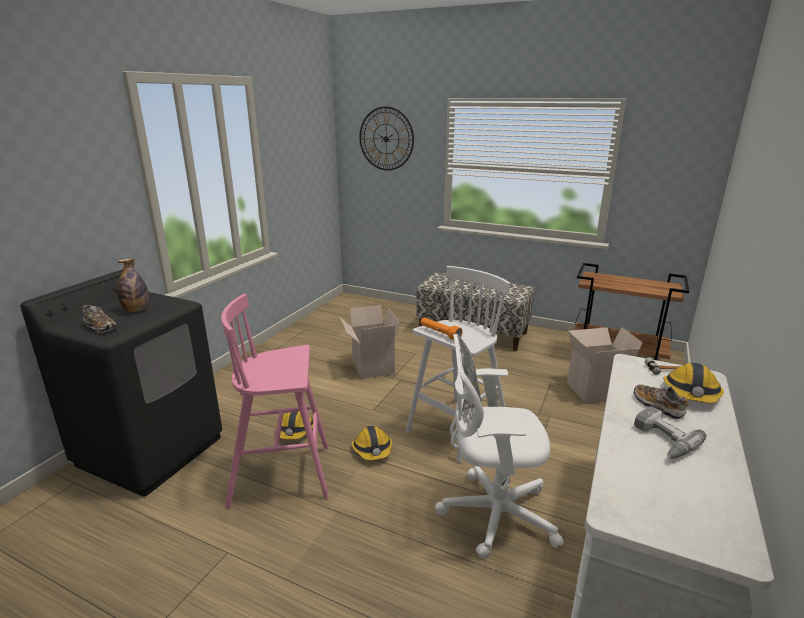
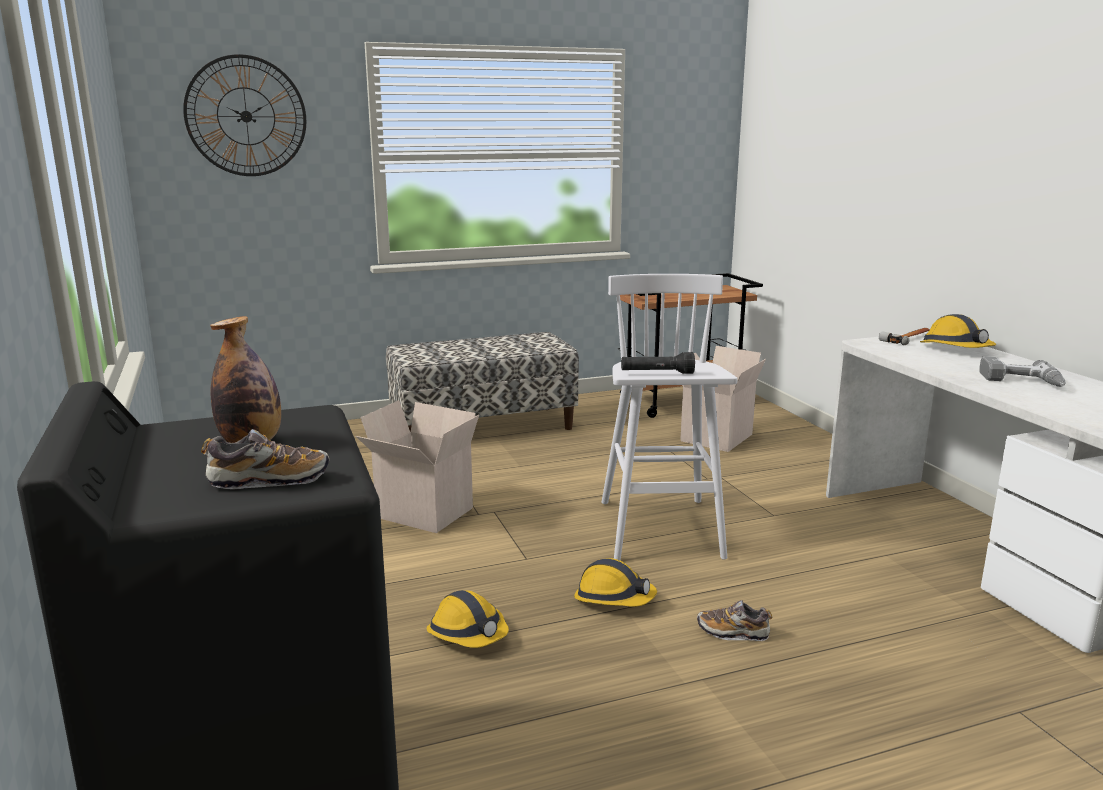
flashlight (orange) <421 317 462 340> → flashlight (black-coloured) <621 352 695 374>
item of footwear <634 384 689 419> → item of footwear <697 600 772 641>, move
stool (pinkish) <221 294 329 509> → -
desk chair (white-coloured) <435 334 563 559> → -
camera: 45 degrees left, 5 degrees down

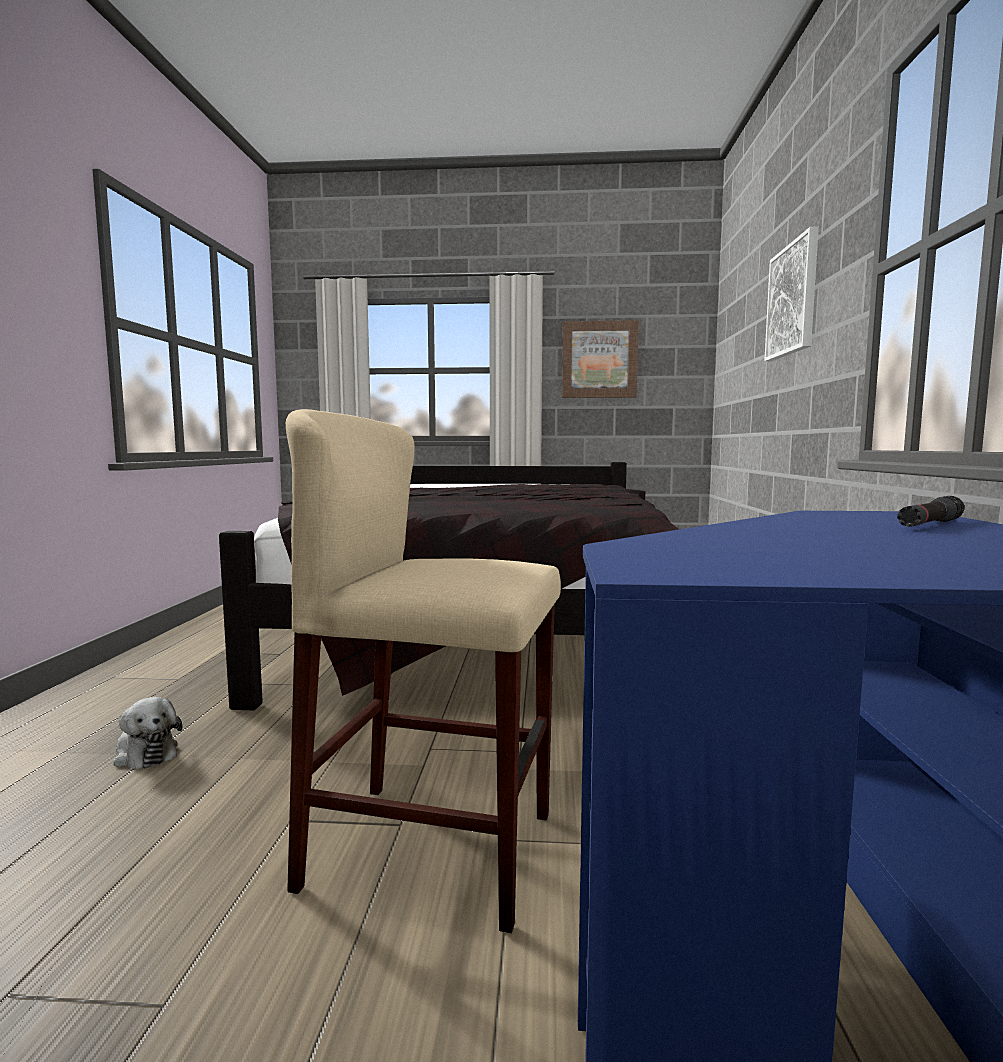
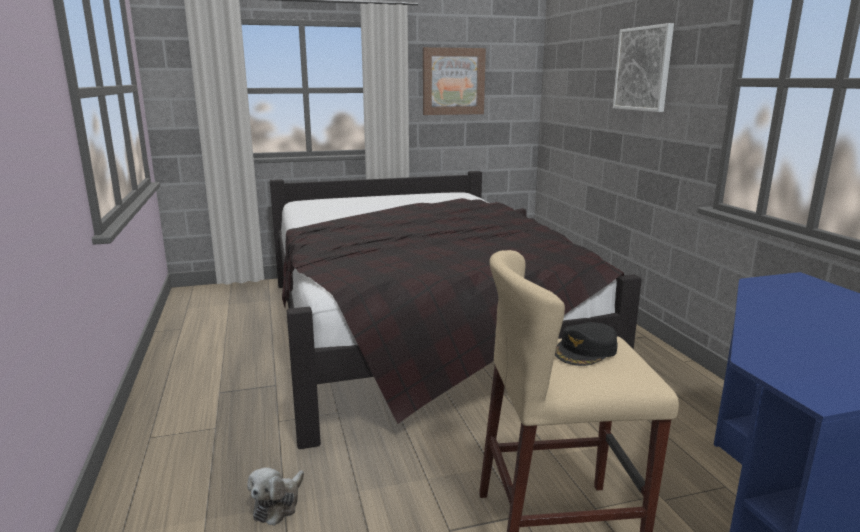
soft toy <114 697 183 769> → soft toy <247 467 304 526>, 90 degrees clockwise
- → peaked cap (black-coloured) <555 322 618 366>
flashlight (black-coloured) <897 496 965 527> → -
camera: 20 degrees left, 10 degrees up

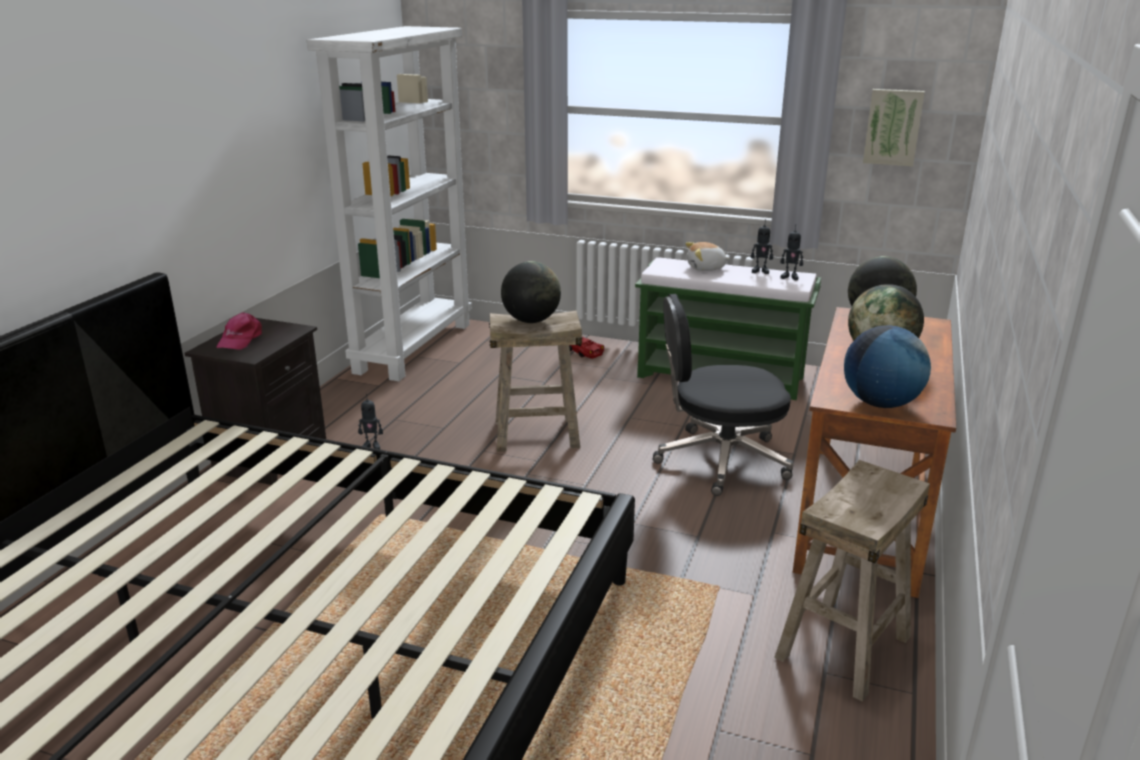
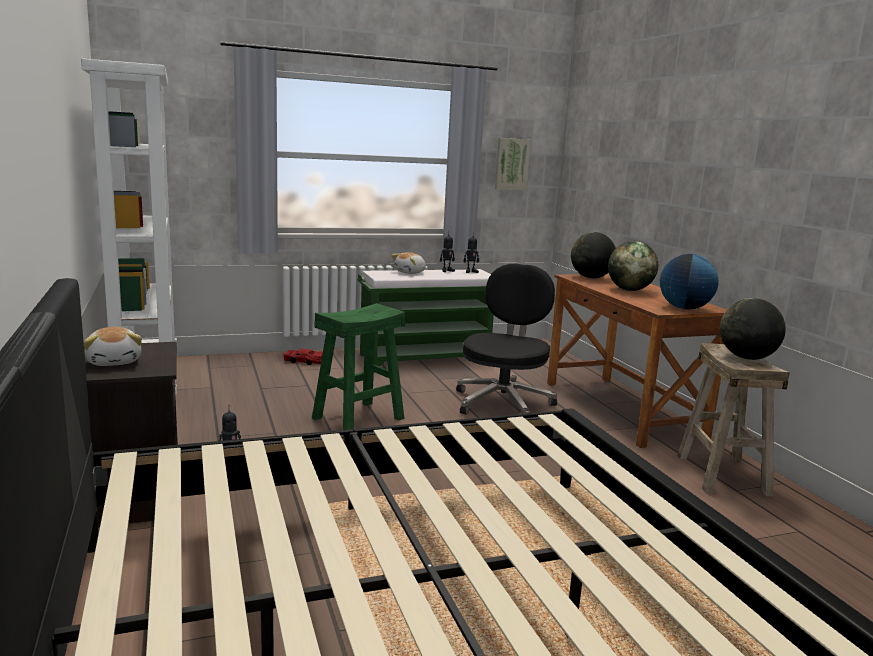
peaked cap (pinkish) <216 312 262 350> → soft toy <84 327 142 366>
stool (beige) <489 310 582 452> → stool (greenish) <312 303 405 430>
desk chair (black-coloured) <653 294 794 496> → desk chair (black-coloured) <456 264 557 415>, 150 degrees clockwise
desk globe <501 261 561 323> → desk globe <720 298 786 360>, move
camera: 40 degrees left, 10 degrees down

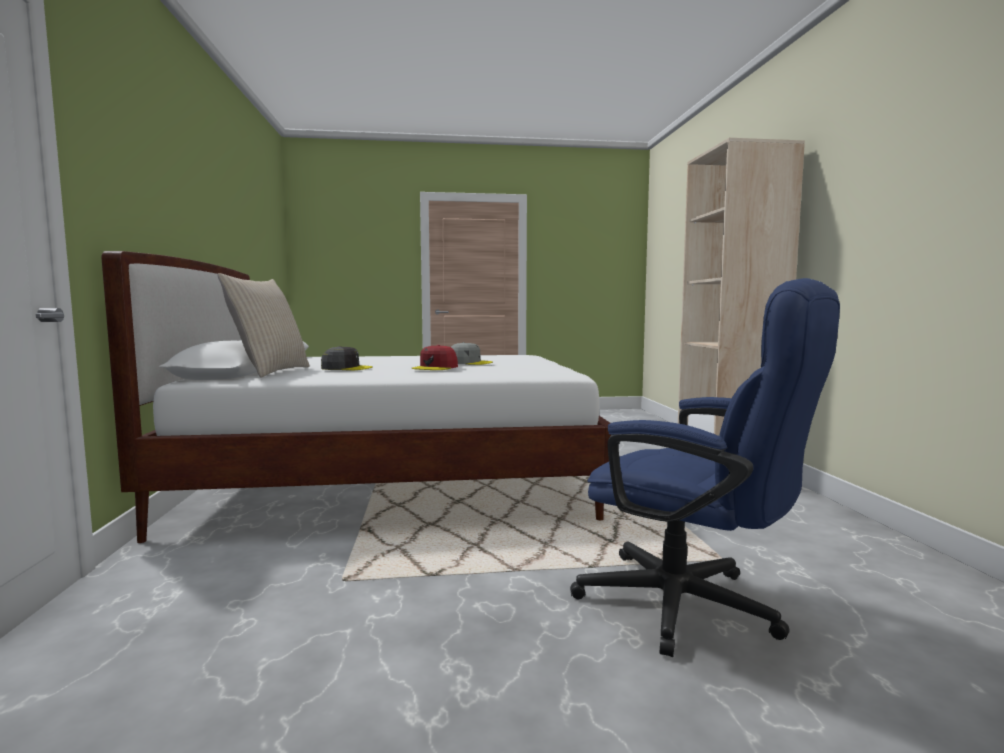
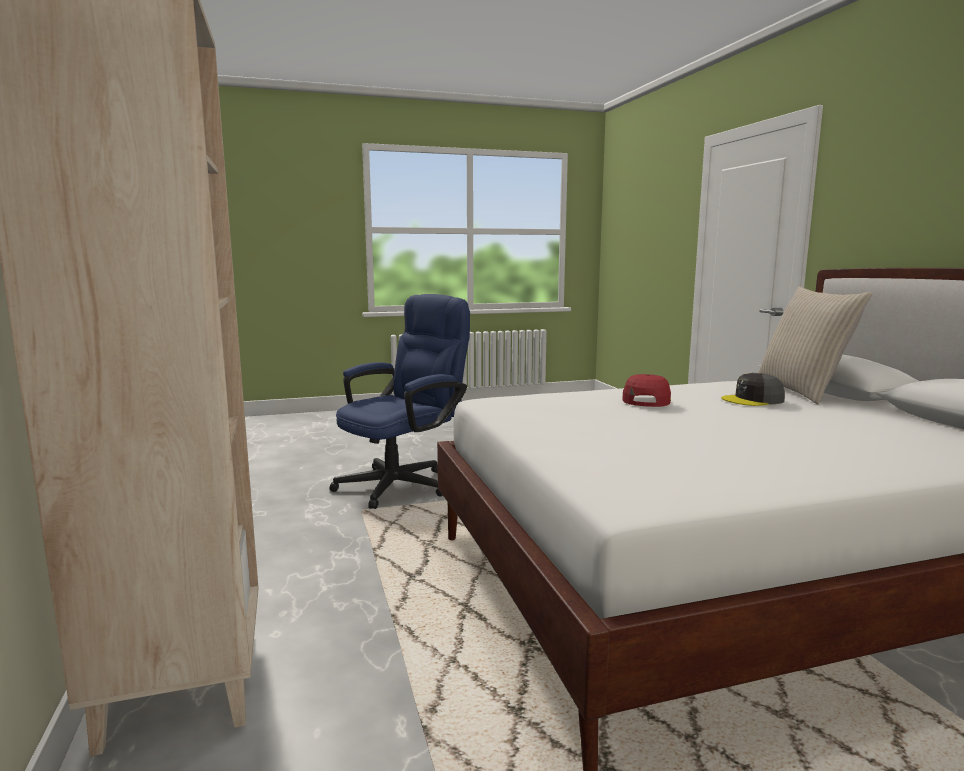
desk chair (bluish) <570 278 840 657> → desk chair (bluish) <329 294 470 509>, 105 degrees clockwise
peaked cap (grey) <451 342 493 365> → -
camera: 170 degrees right, 5 degrees up

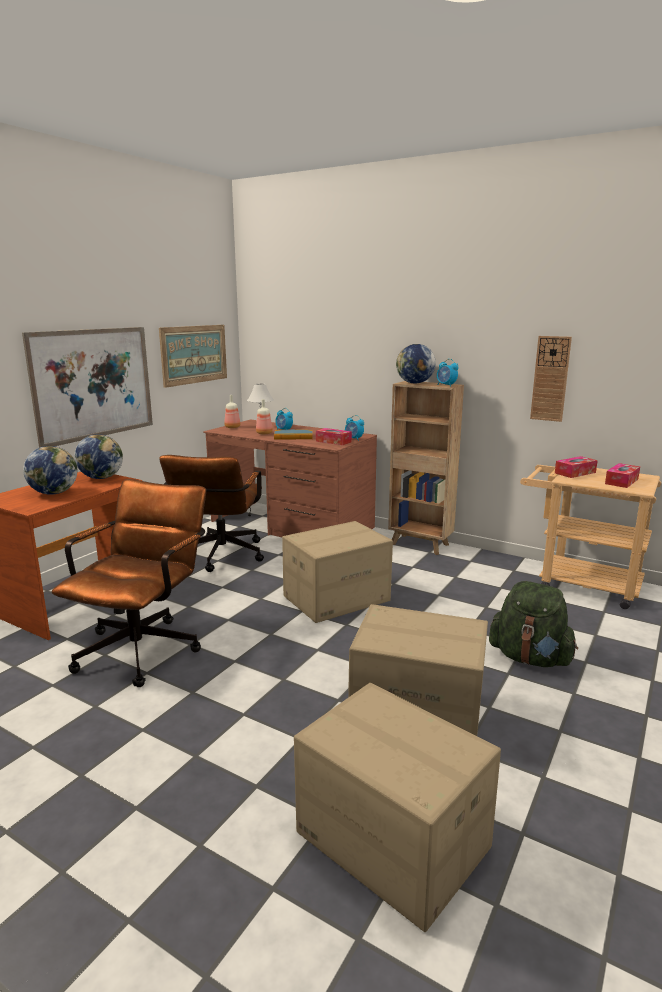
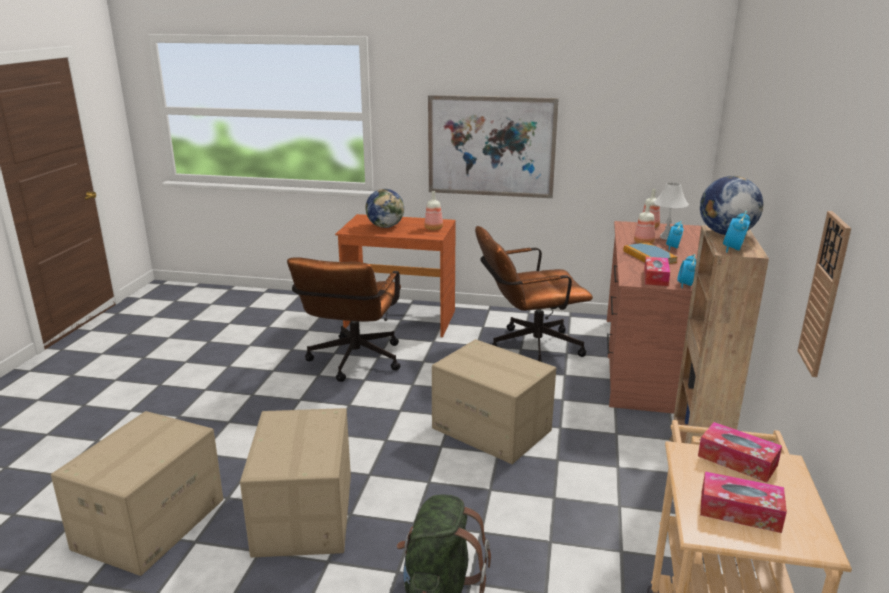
desk chair (brownish) <52 479 206 687> → desk chair (brownish) <287 257 401 382>, 105 degrees clockwise
desk globe <74 434 123 479> → beverage bottle <425 191 443 230>
wall art <159 325 227 388> → -
camera: 70 degrees right, 5 degrees up

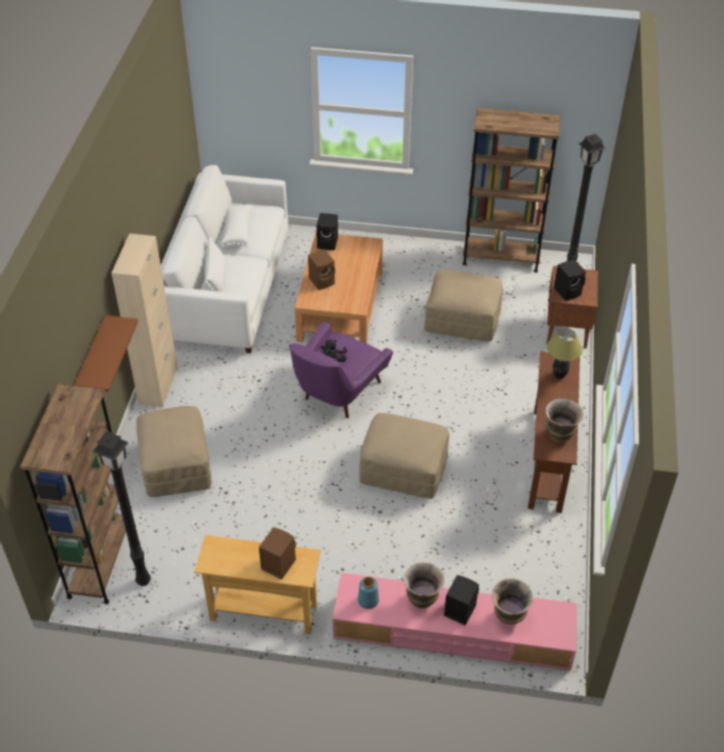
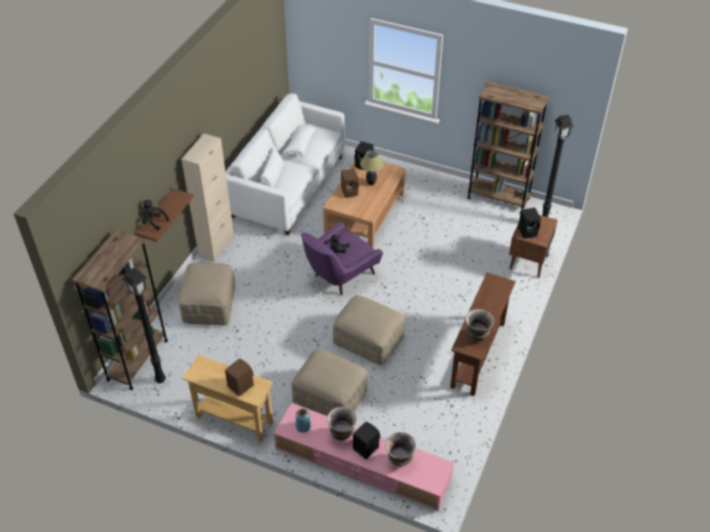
- → soft toy (black-coloured) <142 200 169 230>
ottoman (beige) <424 269 503 341> → ottoman (beige) <291 348 367 416>, move
table lamp <547 328 583 379> → table lamp <360 150 383 185>, move
camera: 15 degrees right, 0 degrees up

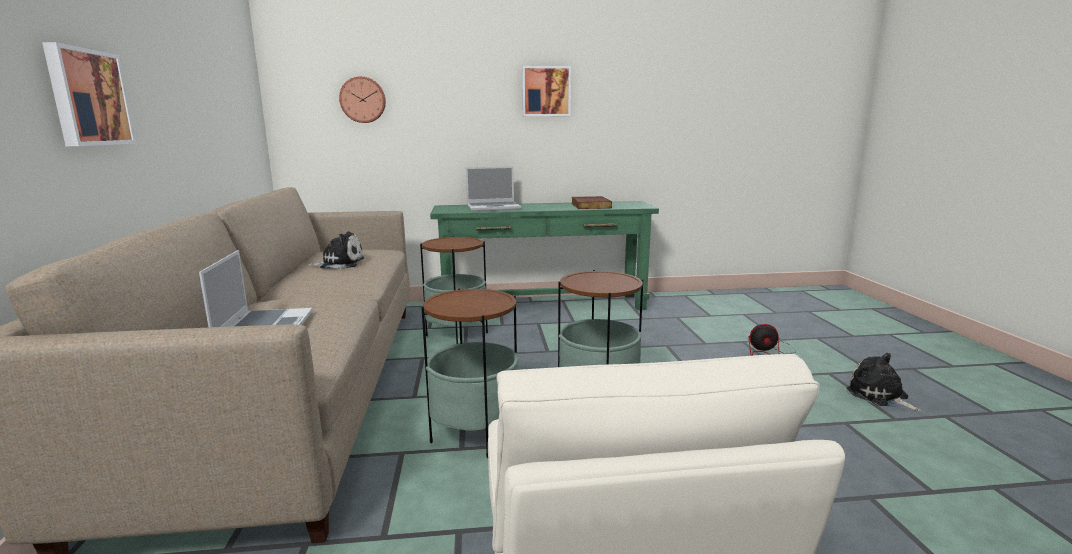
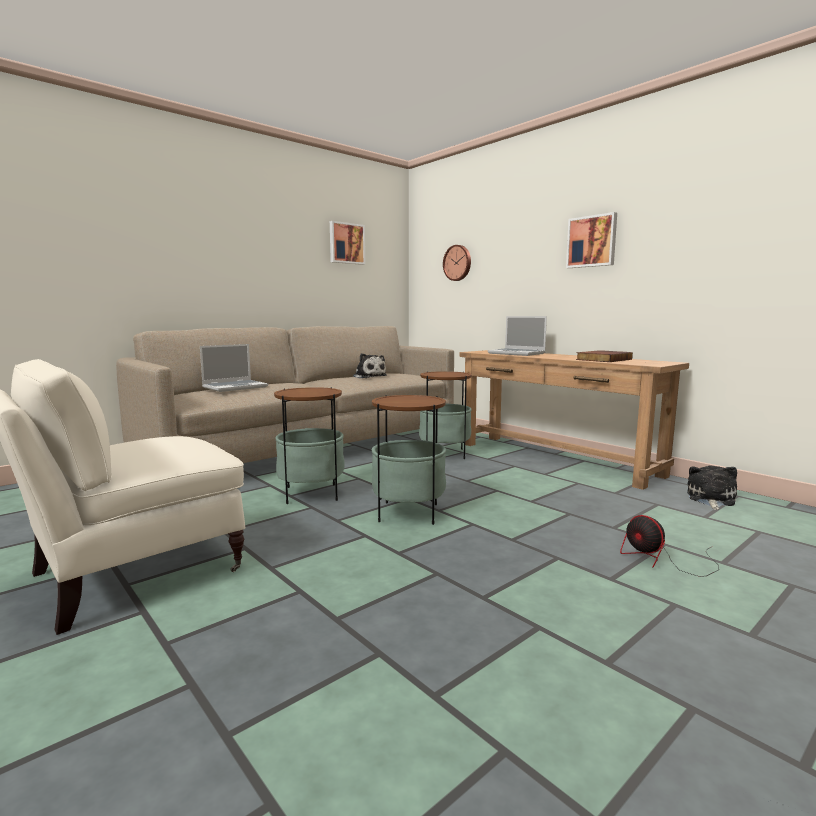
wall art <42 42 136 146> → wall art <330 221 365 265>, move
narrow table (greenish) <430 201 659 310> → narrow table (brownish) <460 350 689 490>
soft toy <847 353 921 411> → soft toy <687 465 737 510>, move
camera: 55 degrees right, 5 degrees down

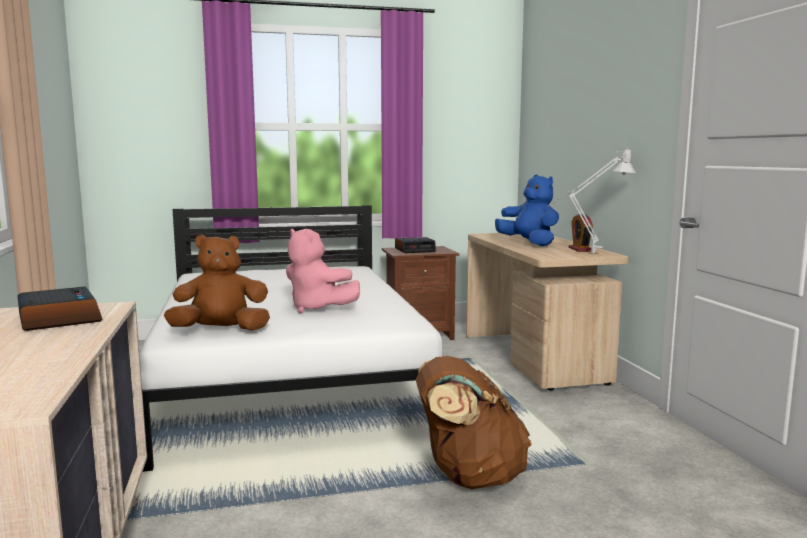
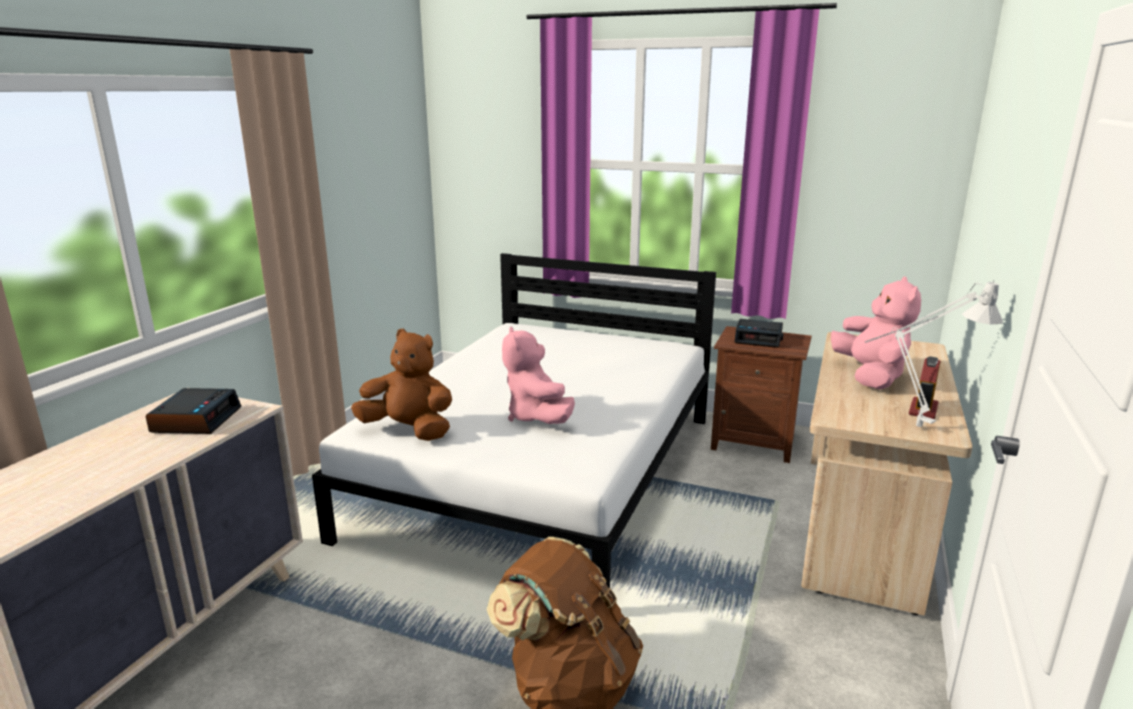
soft toy (bluish) <495 175 559 246> → soft toy (pinkish) <831 277 921 390>
camera: 35 degrees right, 10 degrees up

